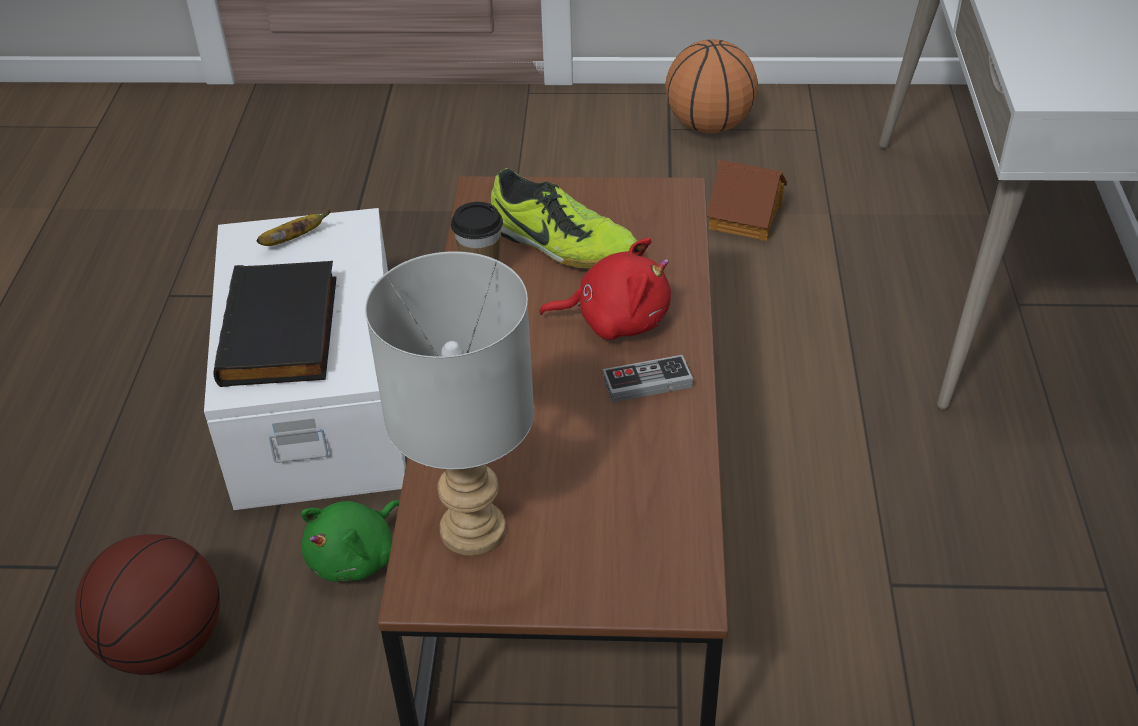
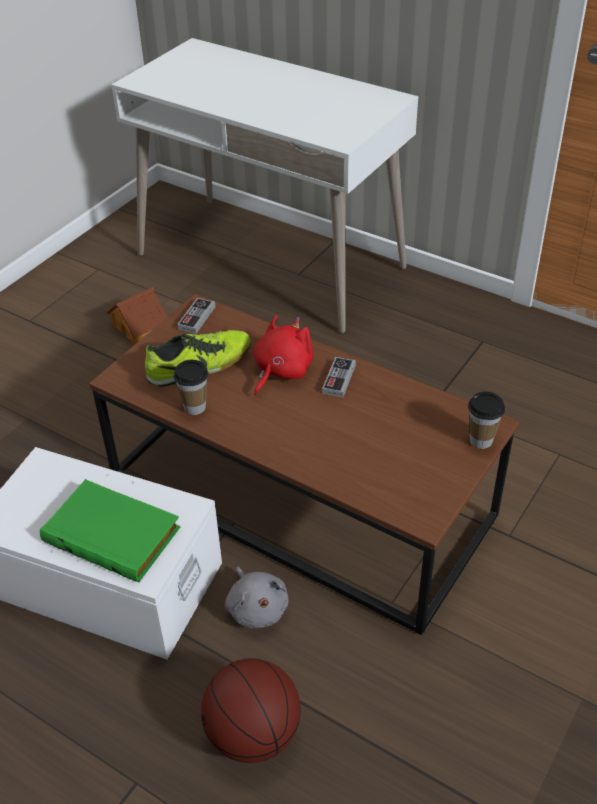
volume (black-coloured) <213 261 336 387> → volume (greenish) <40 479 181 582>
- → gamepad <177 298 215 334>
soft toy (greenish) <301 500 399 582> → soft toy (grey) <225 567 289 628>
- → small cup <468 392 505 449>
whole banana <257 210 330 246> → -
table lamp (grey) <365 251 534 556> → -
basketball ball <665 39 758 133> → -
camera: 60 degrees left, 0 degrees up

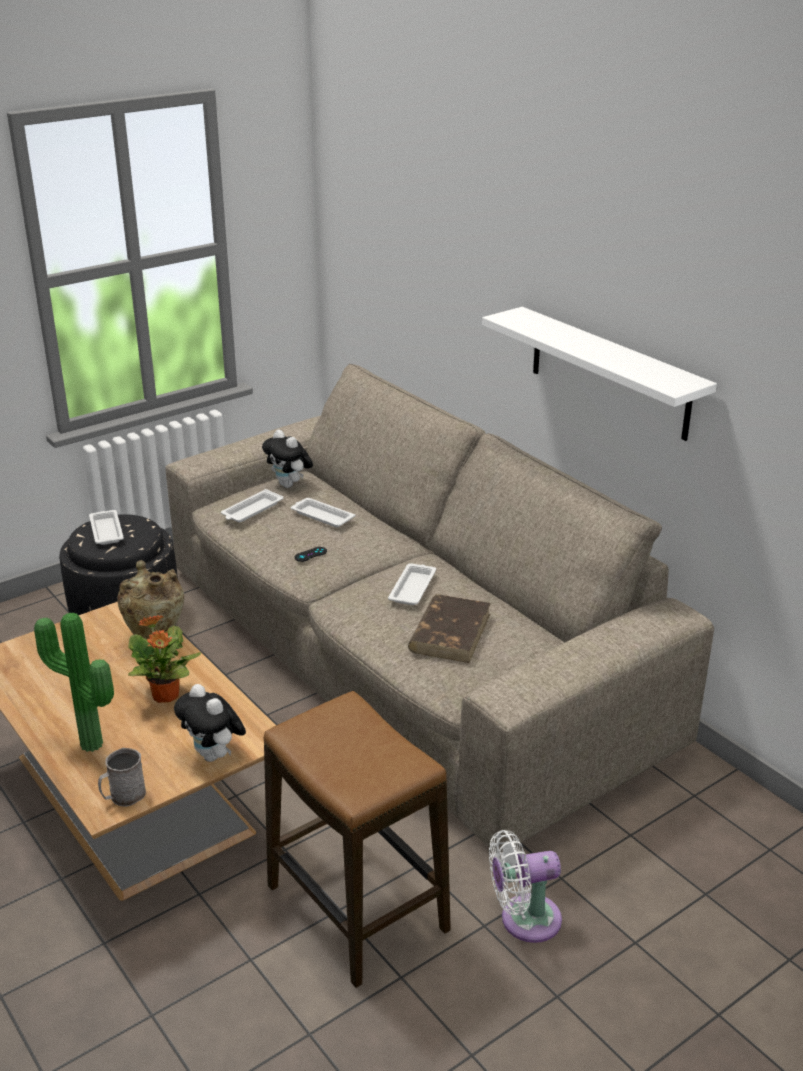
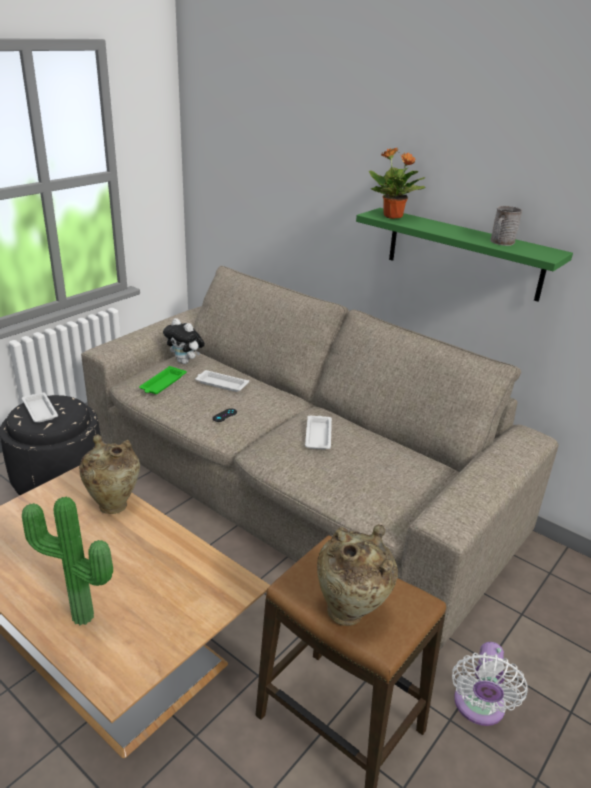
carrying tray (white-coloured) <221 489 284 523> → carrying tray (greenish) <139 366 186 394>
- → flower vase (beige) <317 524 398 626>
wall shelf (white-coloured) <482 307 717 441> → wall shelf (greenish) <356 208 573 302>
potted plant <128 615 201 703> → potted plant <369 148 426 219>, move
cooling fan (white-coloured) <489 830 562 943> → cooling fan (white-coloured) <452 642 528 726>, 45 degrees counterclockwise
mug (grey) <98 748 146 807> → mug (grey) <491 206 523 246>, move
soft toy <174 684 246 762> → -
volume (brownish) <408 594 491 663> → -
camera: 15 degrees left, 0 degrees up

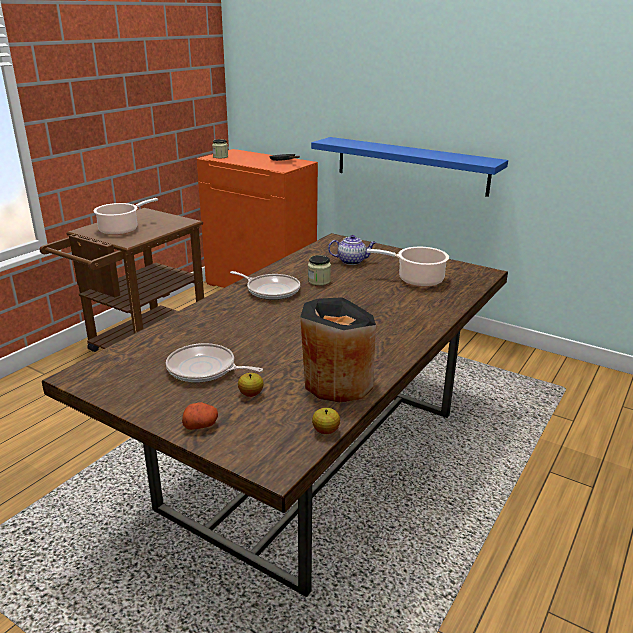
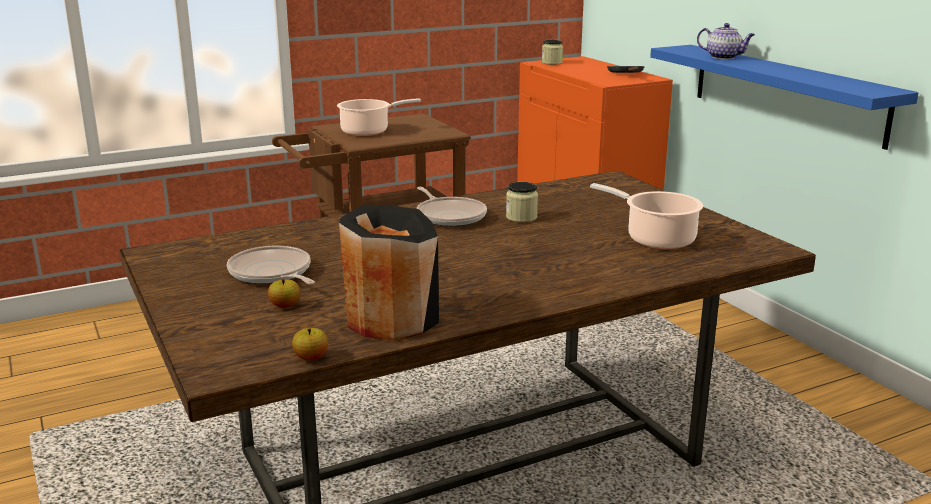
tea pot <328 235 376 265> → tea pot <697 23 755 59>, move
spud <182 402 218 430> → -
camera: 30 degrees right, 5 degrees down

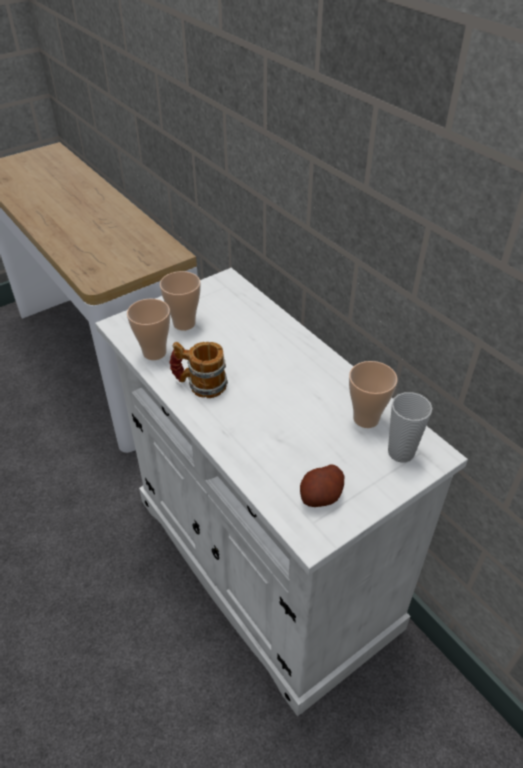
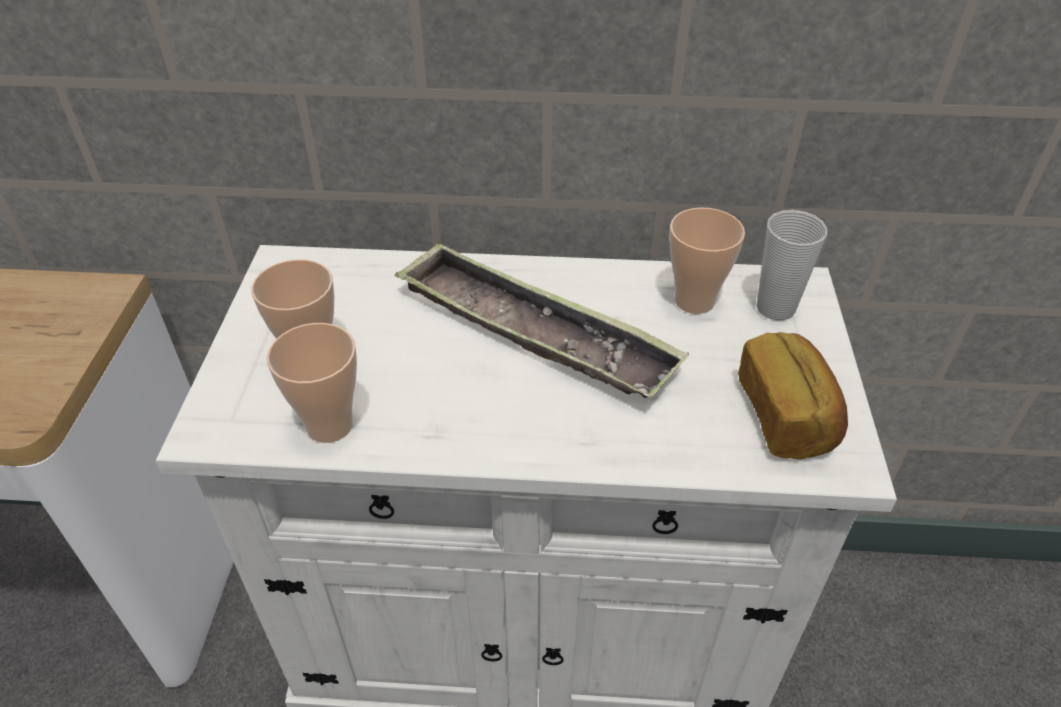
- → carrying tray <395 242 689 398>
spud <300 464 344 507> → bakery bread <738 332 848 460>
mug <169 342 228 398> → -
camera: 50 degrees left, 0 degrees up

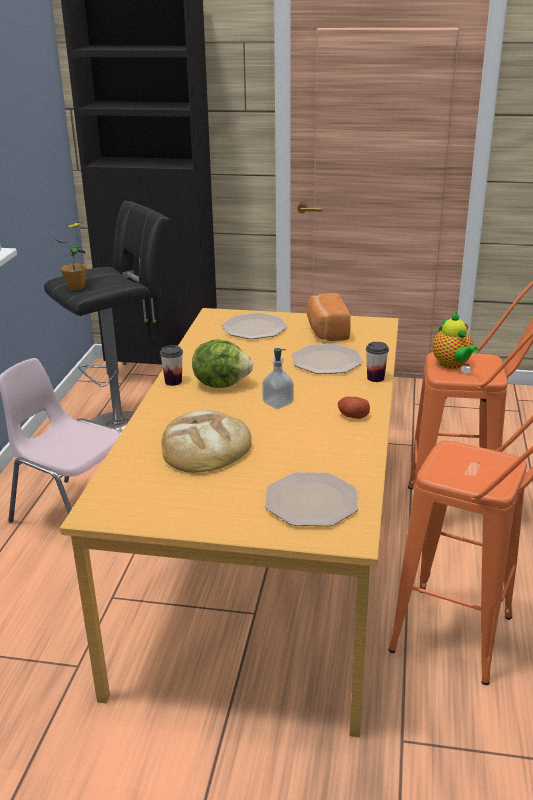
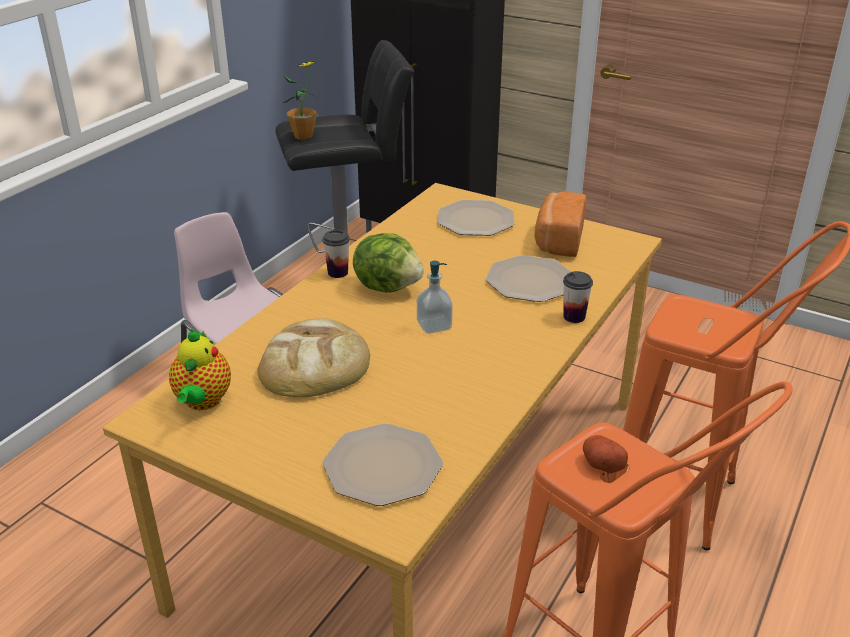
tea pot <432 312 478 369> → tea pot <169 329 231 410>, move
spud <338 397 370 419> → spud <583 435 628 473>, move
camera: 20 degrees right, 5 degrees up

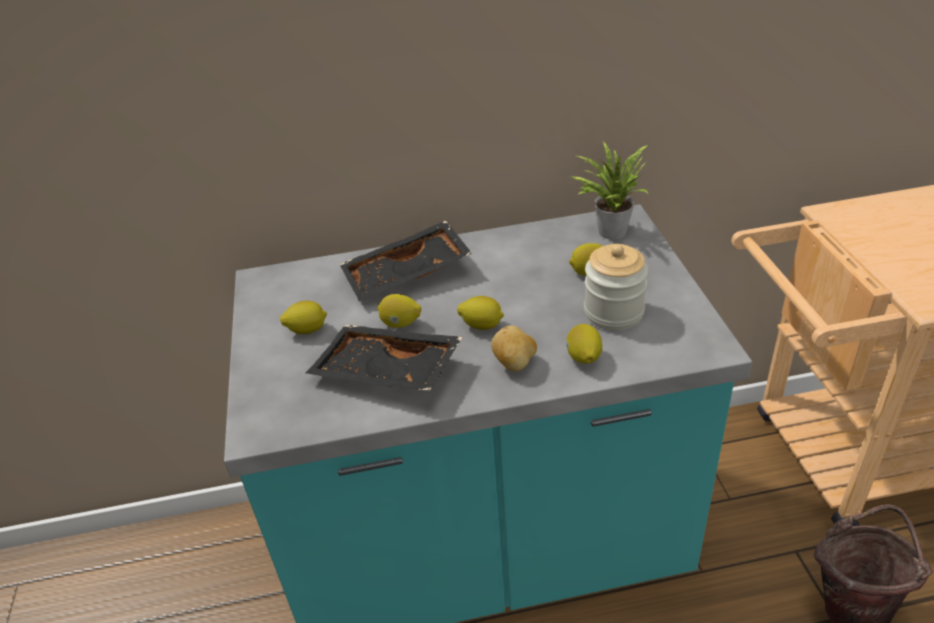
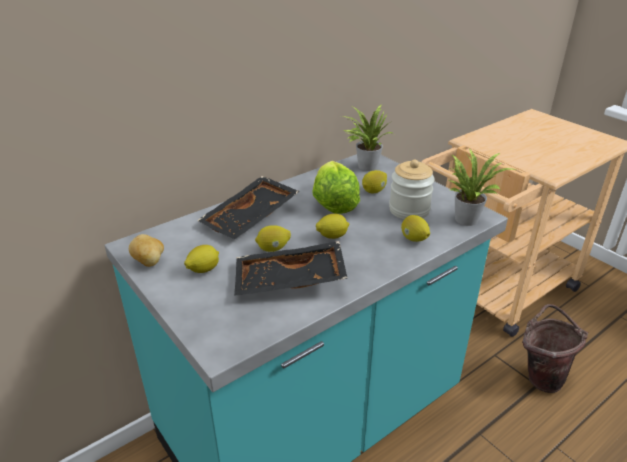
spud <491 325 537 371> → spud <129 234 164 267>, move
- → lettuce <312 161 360 214>
- → potted plant <449 148 516 226>
camera: 30 degrees left, 5 degrees down

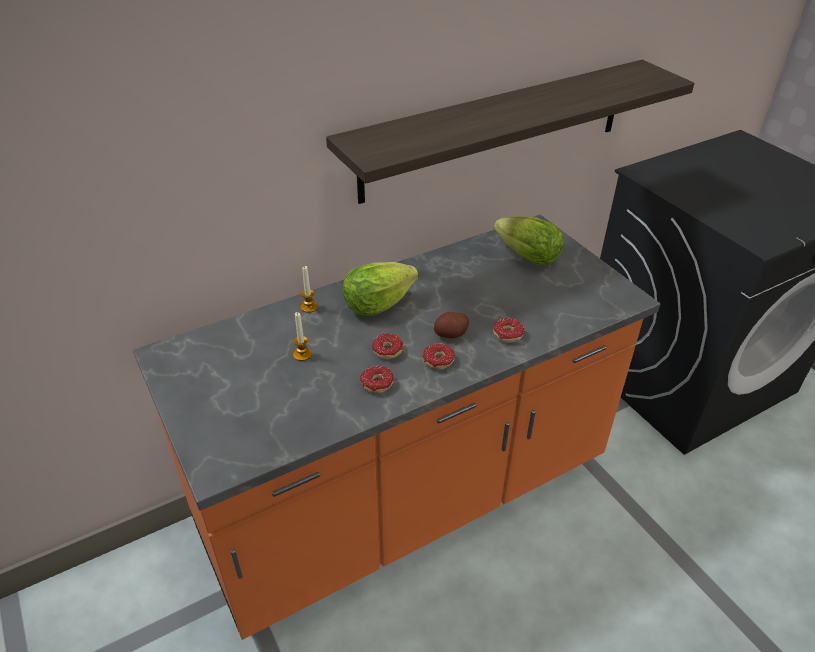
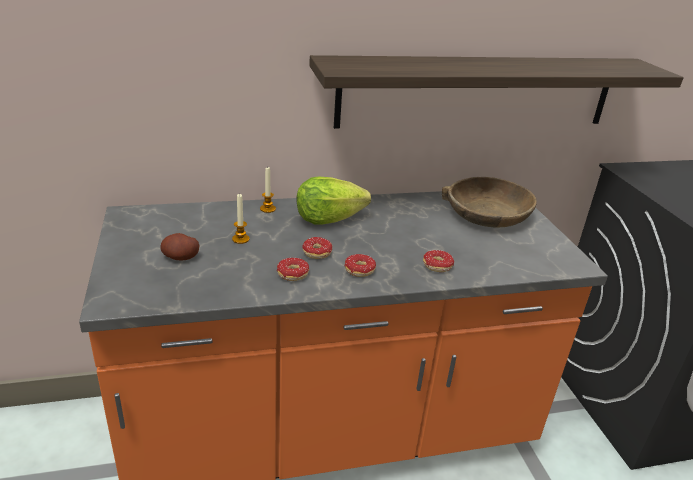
spud <434 312 469 339> → spud <160 233 200 260>, move
lettuce <494 217 563 265> → deep dish (brownish) <442 177 537 228>
camera: 15 degrees right, 10 degrees down

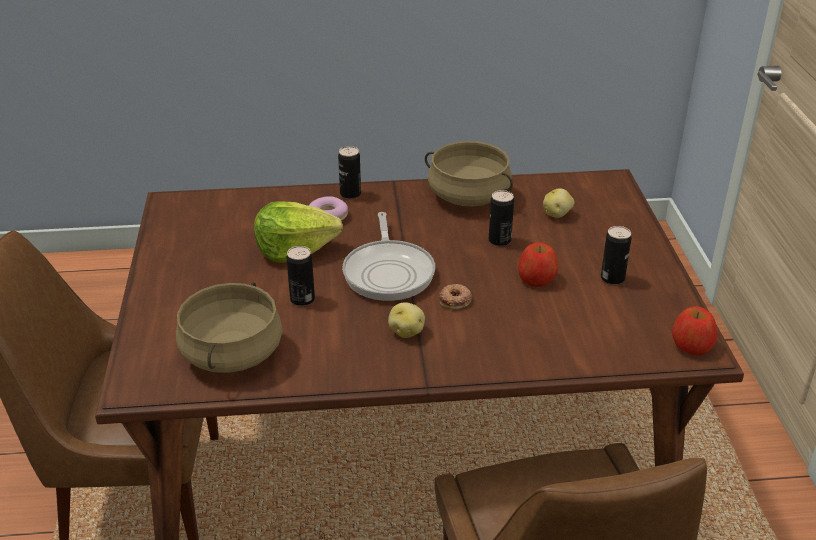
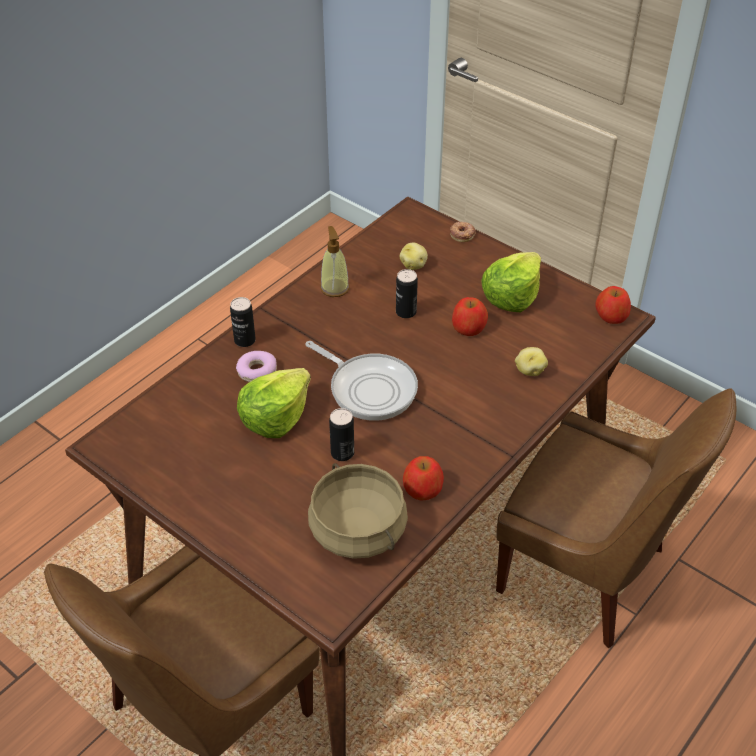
saucepot (beige) <425 141 513 207> → liquid soap bottle <320 226 349 297>
- → apple <403 456 444 501>
ring doughnut <439 284 472 309> → ring doughnut <450 221 475 242>, move
metal can <601 226 632 285> → lettuce <481 252 541 312>
spud <388 302 425 338> → spud <515 347 548 376>, move
camera: 45 degrees left, 10 degrees up

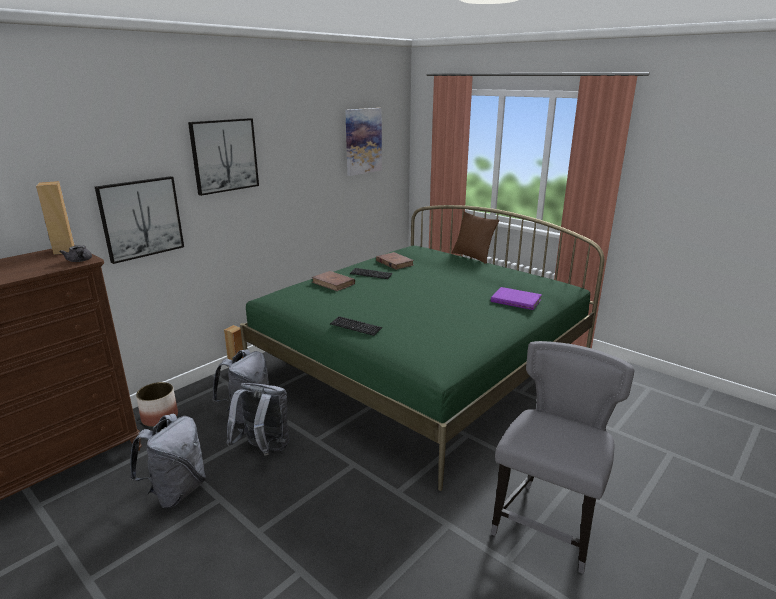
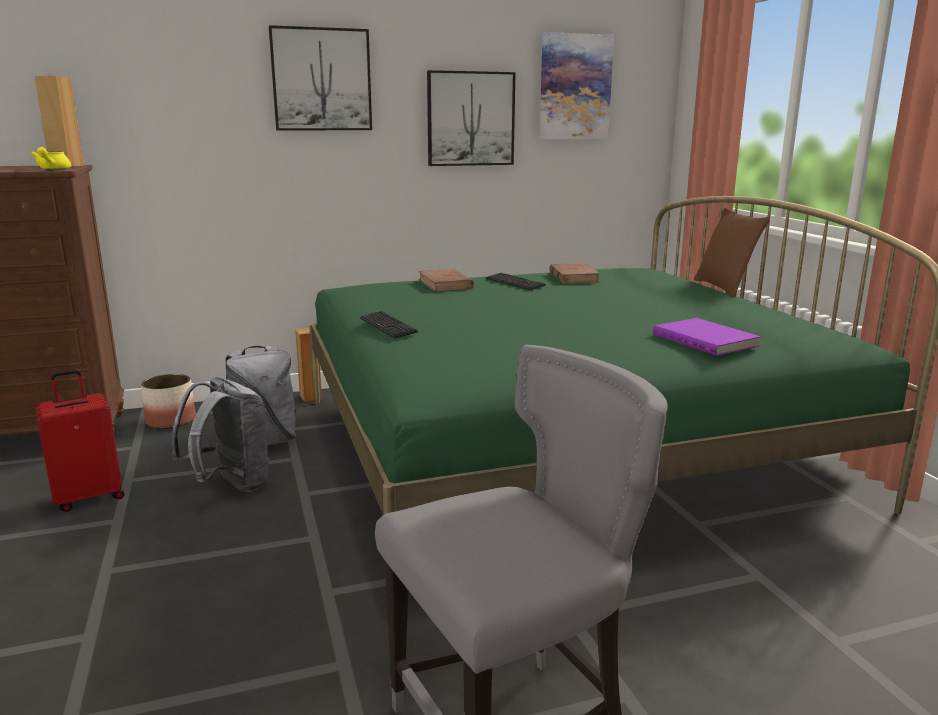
tea pot (grey) <60 245 92 262> → tea pot (yellowish) <30 147 71 170>
knapsack (grey) <130 414 206 508> → suitcase (reddish) <35 369 124 512>
wall art <95 176 184 264> → wall art <427 70 516 166>, move
camera: 30 degrees right, 5 degrees down

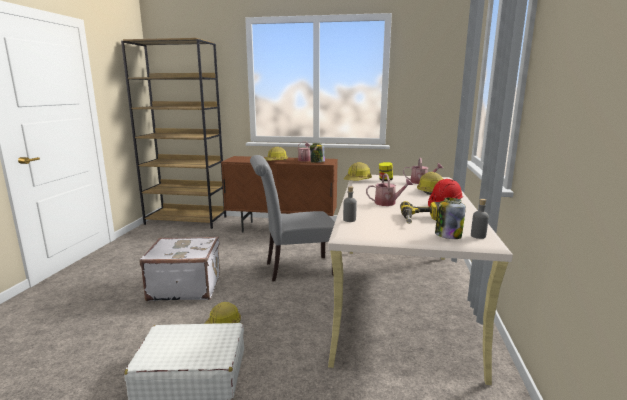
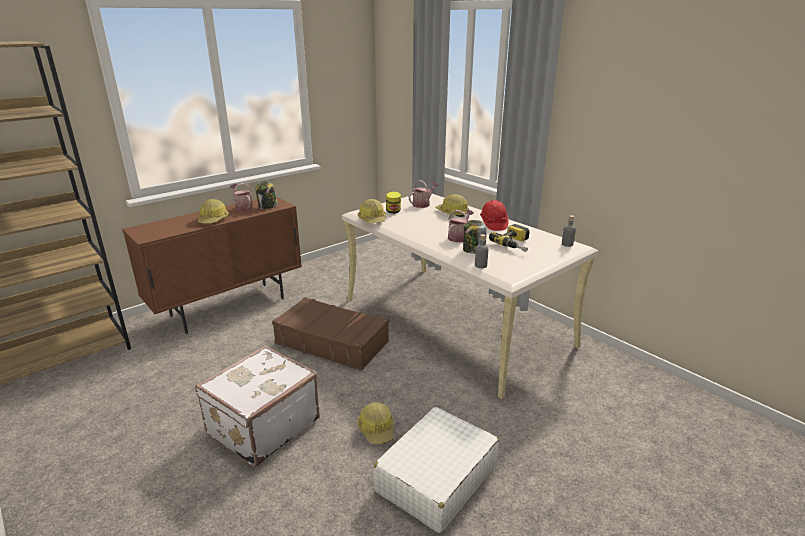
chair (grey) <250 155 335 282> → suitcase (brownish) <272 297 389 371>
storage jar <435 198 466 239> → storage jar <463 220 487 254>, move
camera: 50 degrees left, 10 degrees up

